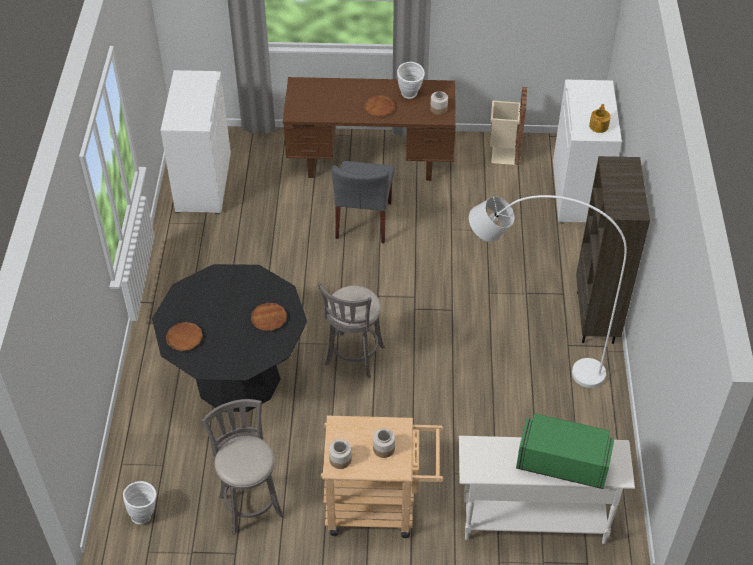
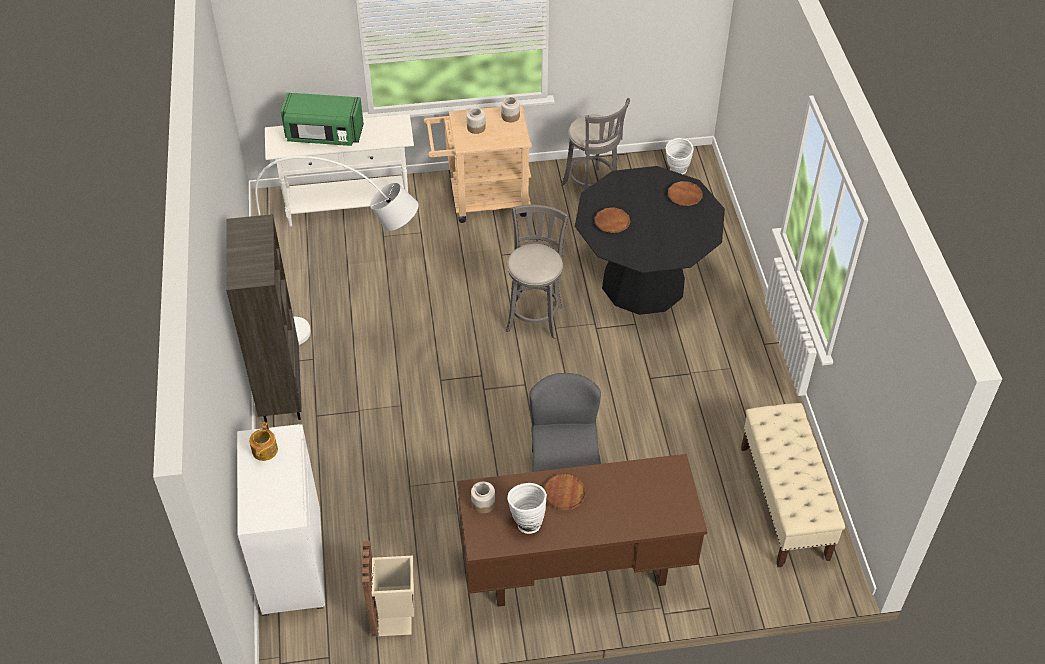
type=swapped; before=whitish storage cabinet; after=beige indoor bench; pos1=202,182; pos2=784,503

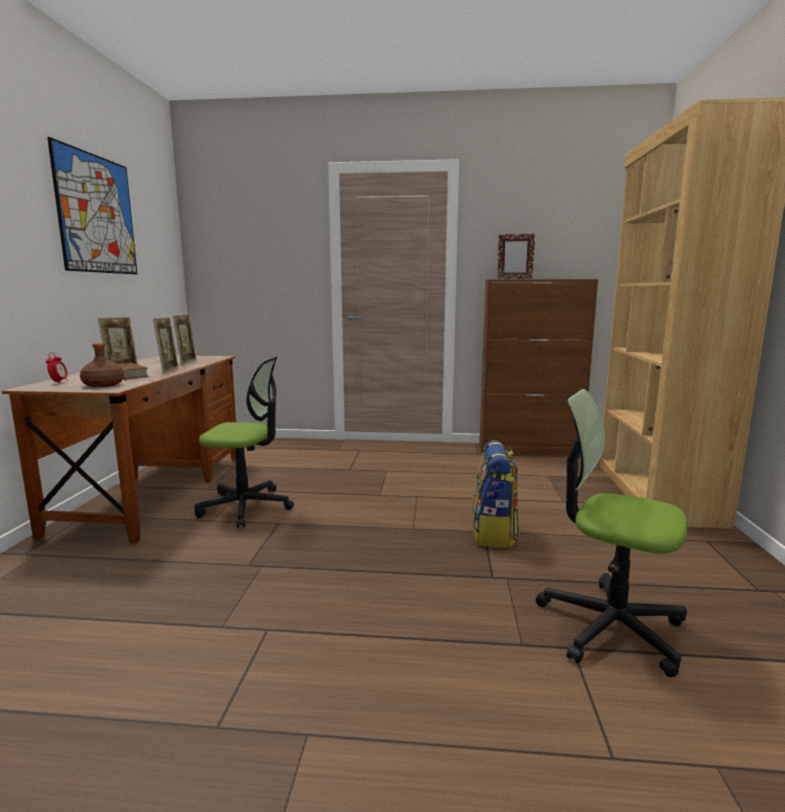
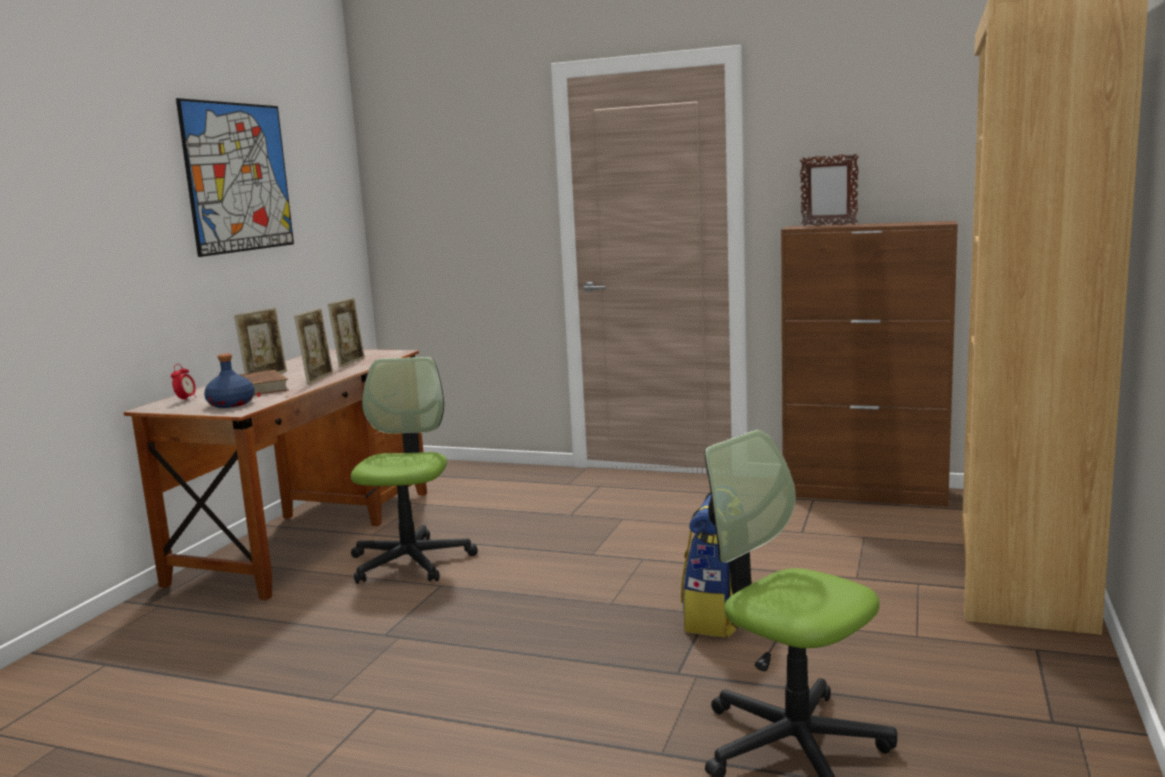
type=repainted; before=brown-coloured beverage bottle; after=blue-coloured beverage bottle; pos1=103,385; pos2=230,404
type=rotated; before=desk chair; pos1=246,507; pos2=410,561; turn=-105

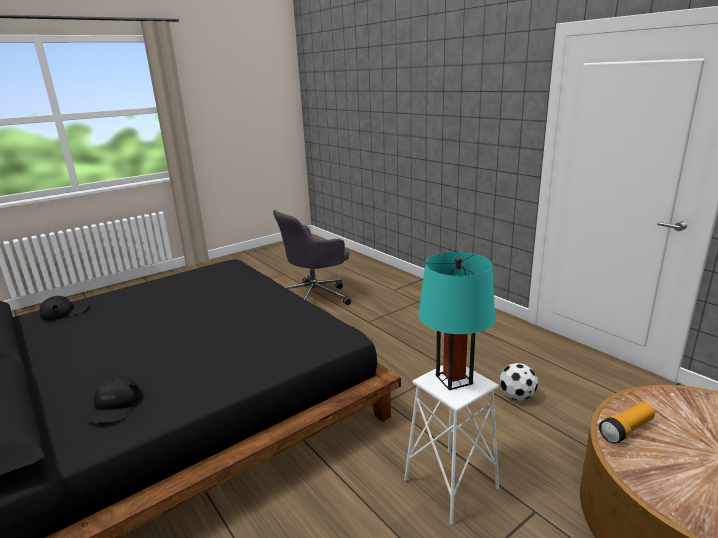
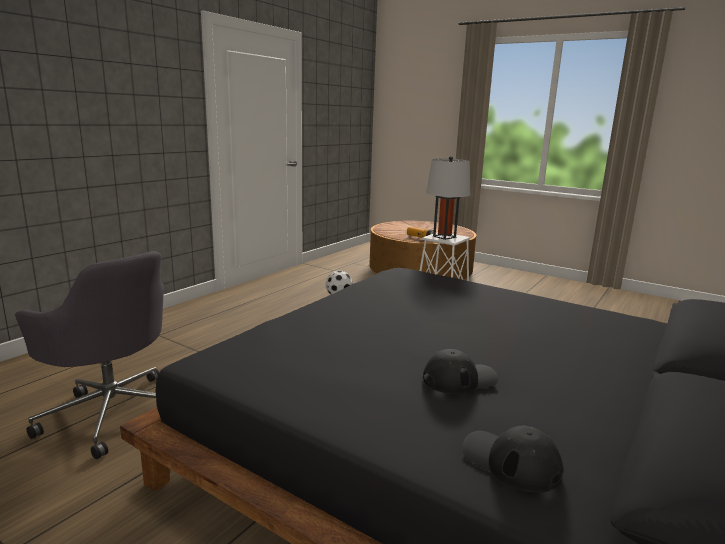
type=shifted; before=black baseball cap; pos1=115,405; pos2=459,379
type=repainted; before=turquoise lamp for a table; after=gray lamp for a table; pos1=453,379; pos2=444,237

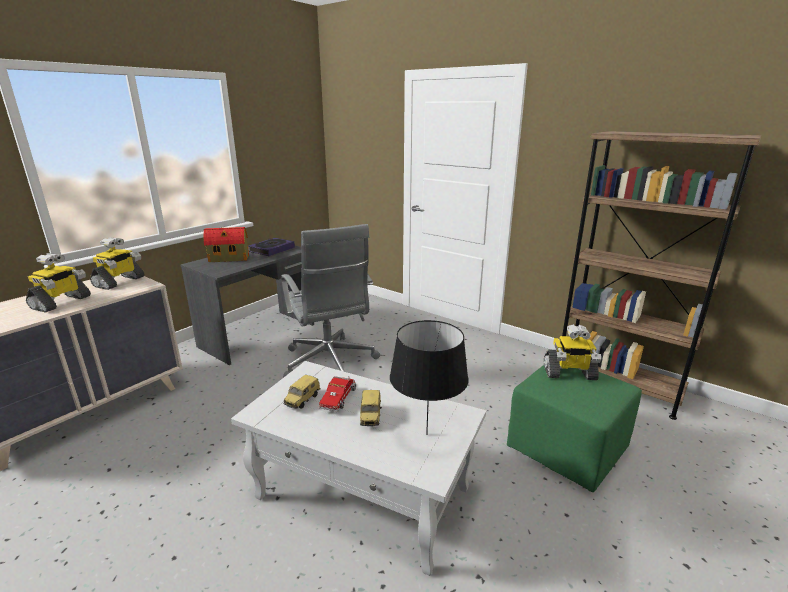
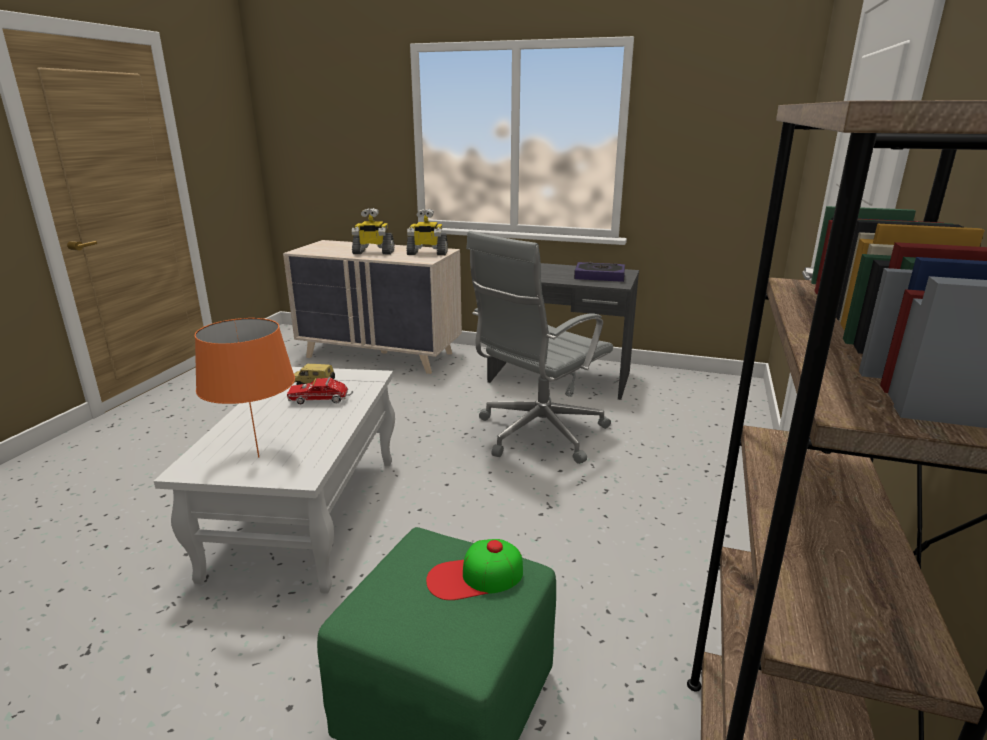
type=repainted; before=black lamp for a table; after=orangey lamp for a table; pos1=426,434; pos2=259,457
type=swapped; before=robot figure; after=baseball cap; pos1=569,373; pos2=475,577
type=gone; before=toy house; pos1=230,258
type=gone; before=model car; pos1=371,417

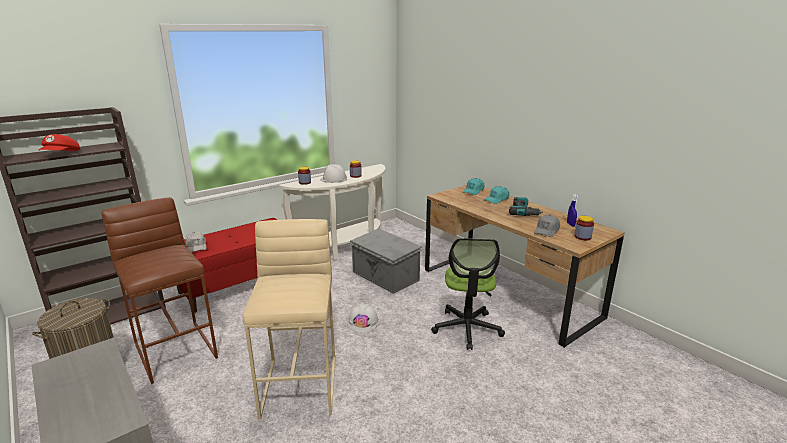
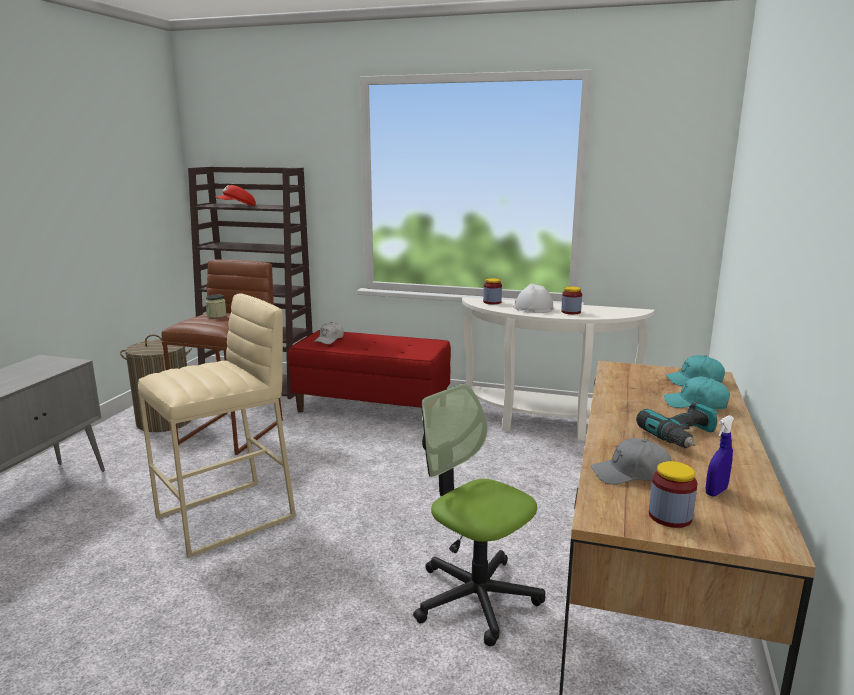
type=new; after=preserve jar; pos2=216,315
type=rotated; before=desk chair; pos1=467,328; pos2=475,597; turn=75
type=gone; before=whitish safety helmet; pos1=363,322
type=gone; before=gray storage bin; pos1=385,276

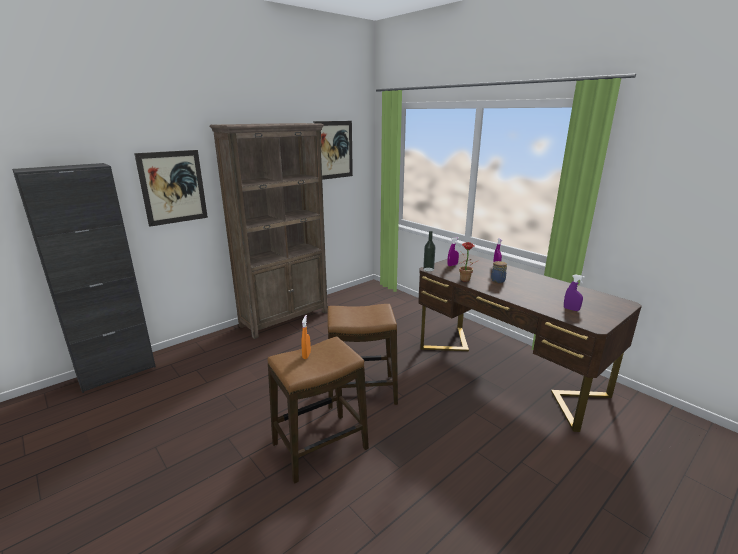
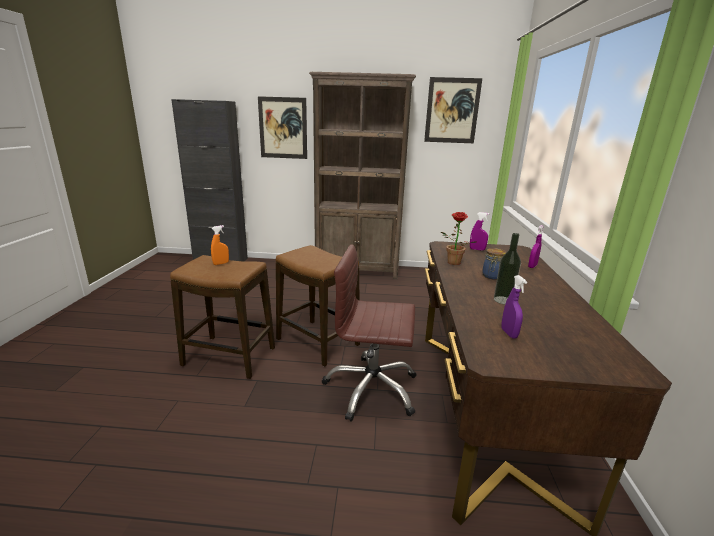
type=new; after=brown-coloured desk chair; pos2=371,389
type=shifted; before=beverage bottle; pos1=428,269; pos2=503,300

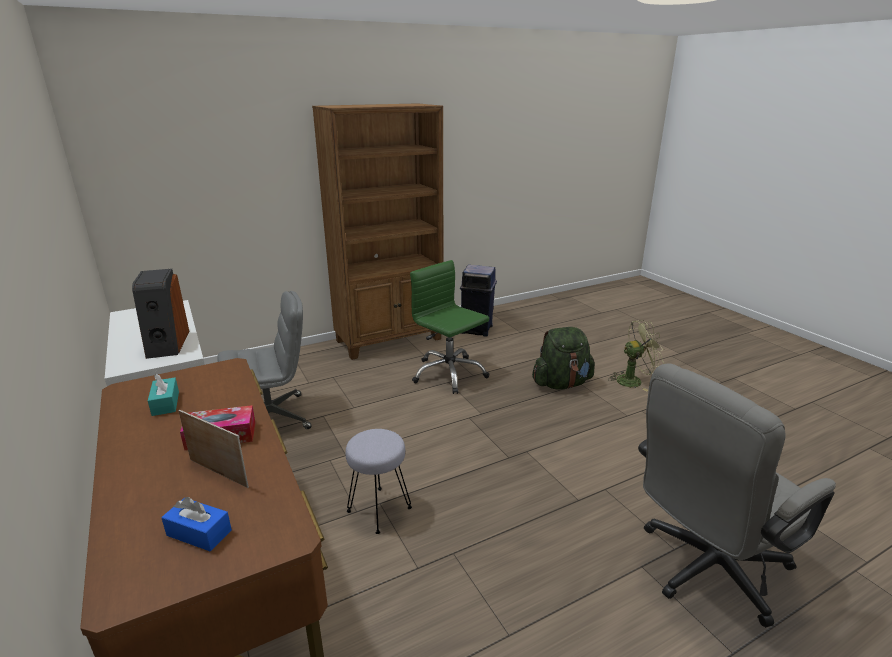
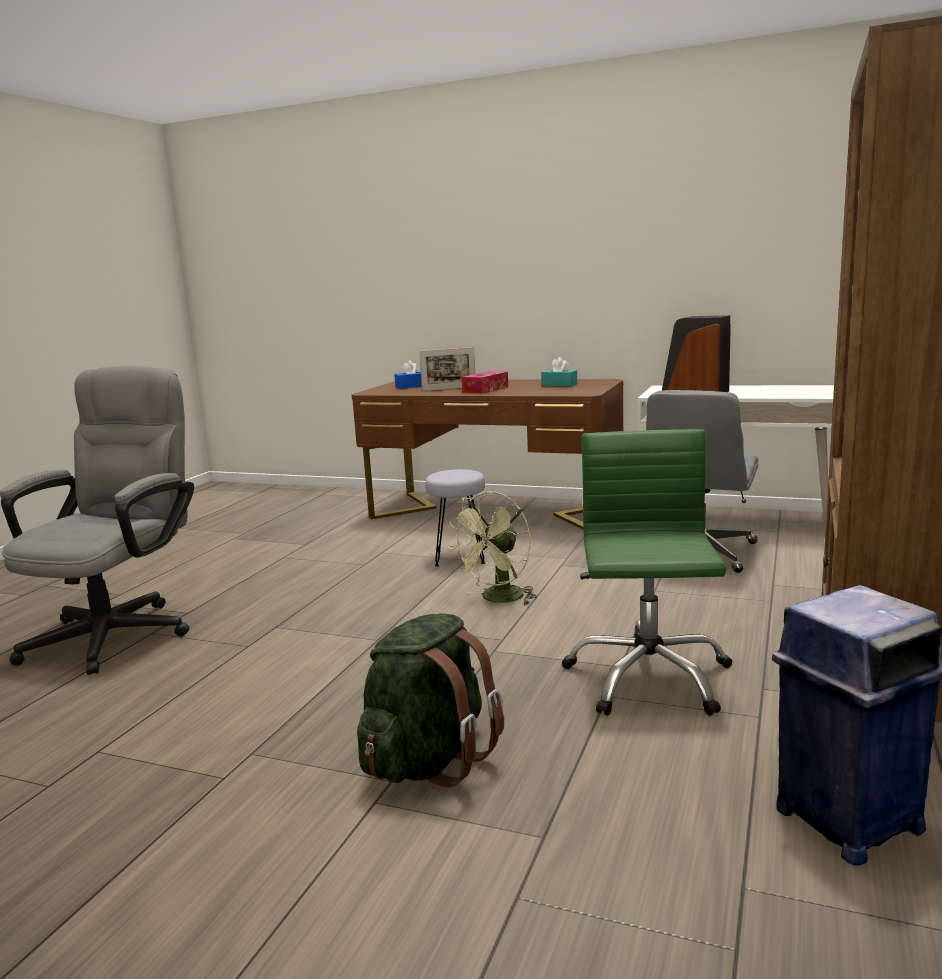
type=shifted; before=greenish cooling fan; pos1=633,380; pos2=498,599
type=rotated; before=greenish desk chair; pos1=448,374; pos2=647,678; turn=-90

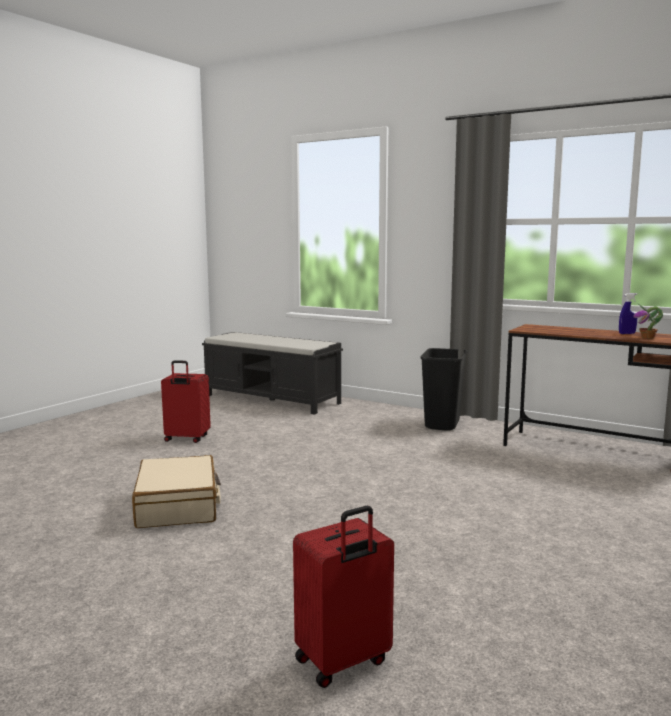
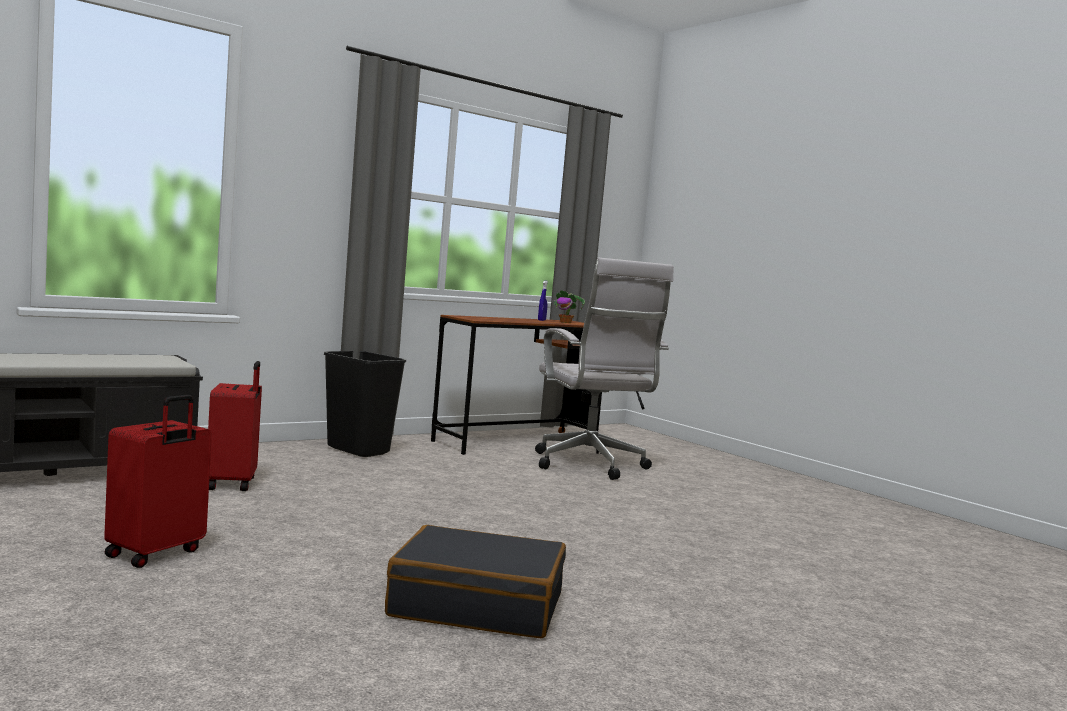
type=shifted; before=red-coloured travel case; pos1=343,662; pos2=233,483
type=repainted; before=beige travel case; after=black travel case; pos1=178,506; pos2=477,605
type=new; after=whitish desk chair; pos2=590,466

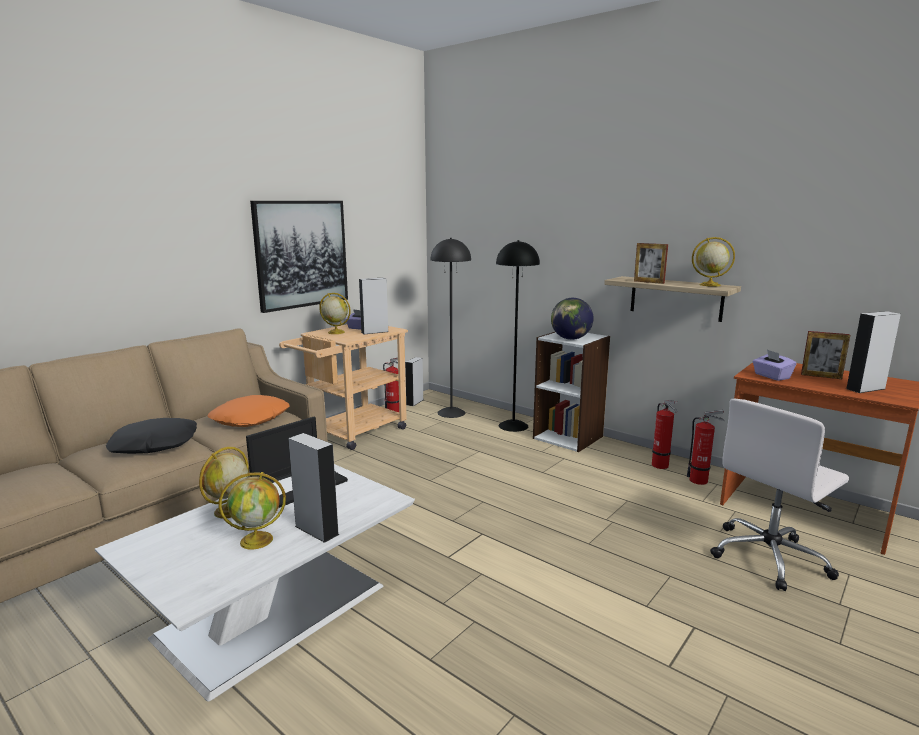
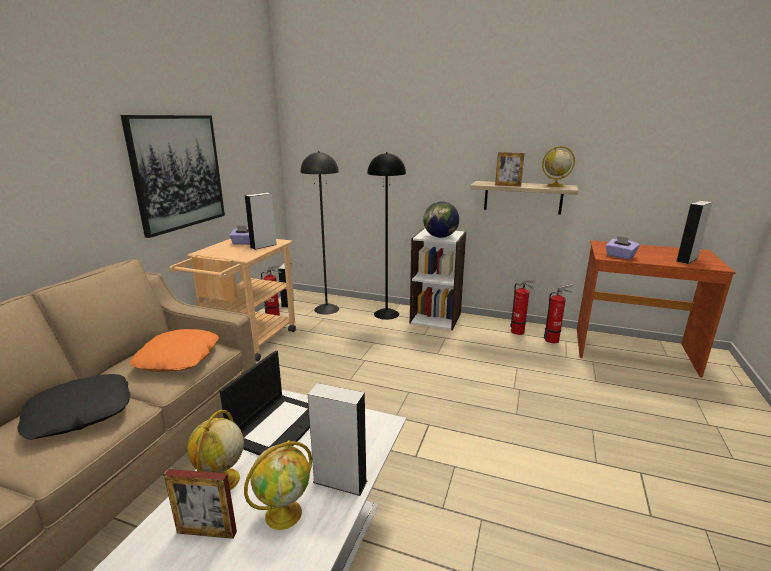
type=shifted; before=picture frame; pos1=821,376; pos2=207,532
type=gone; before=world globe; pos1=335,332
type=gone; before=whitish desk chair; pos1=769,557

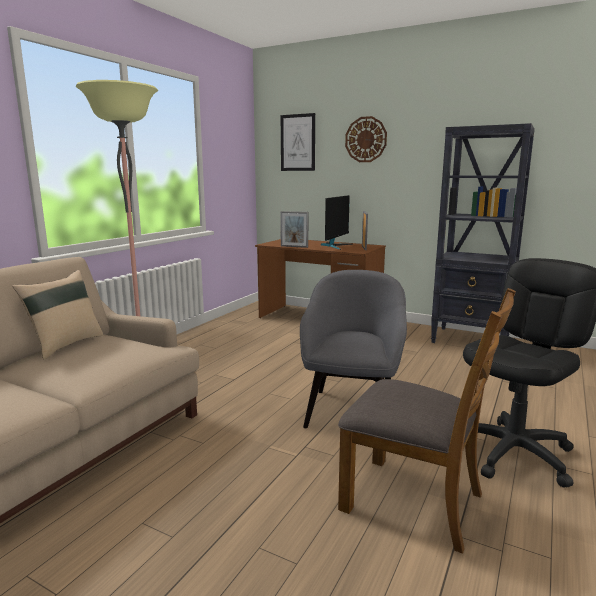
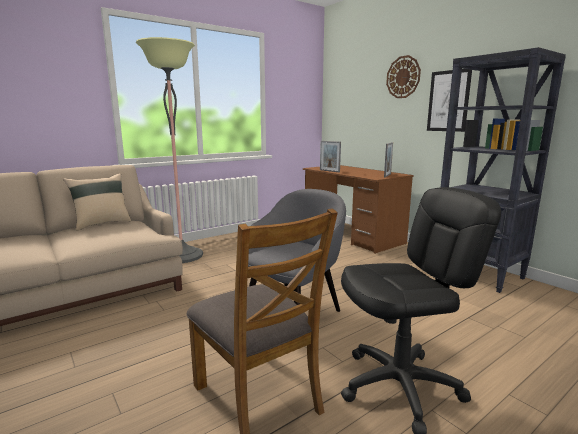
type=shifted; before=wall art; pos1=297,142; pos2=448,101
type=gone; before=computer display; pos1=335,246

